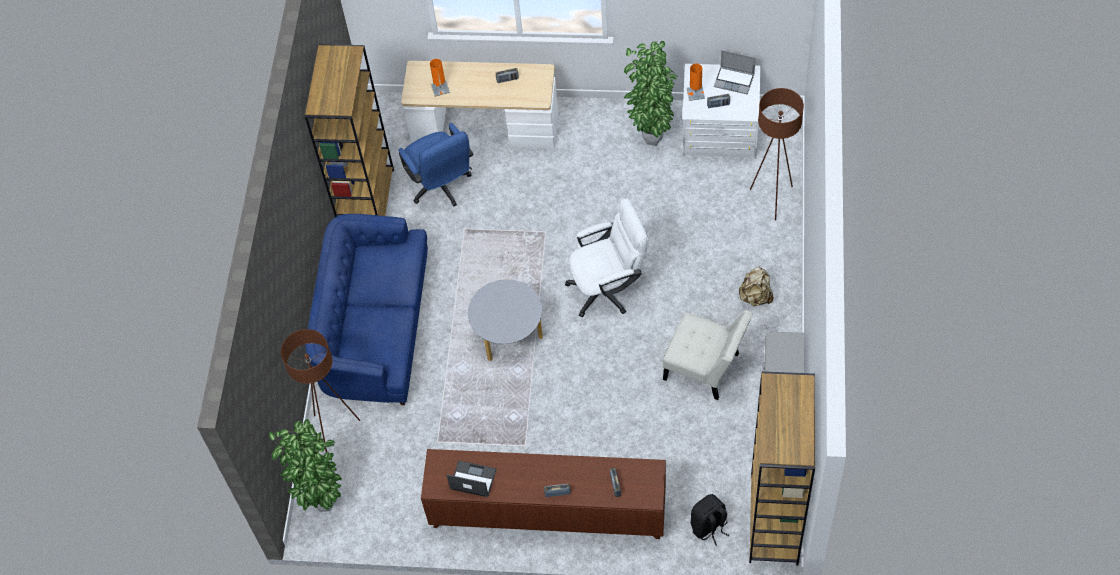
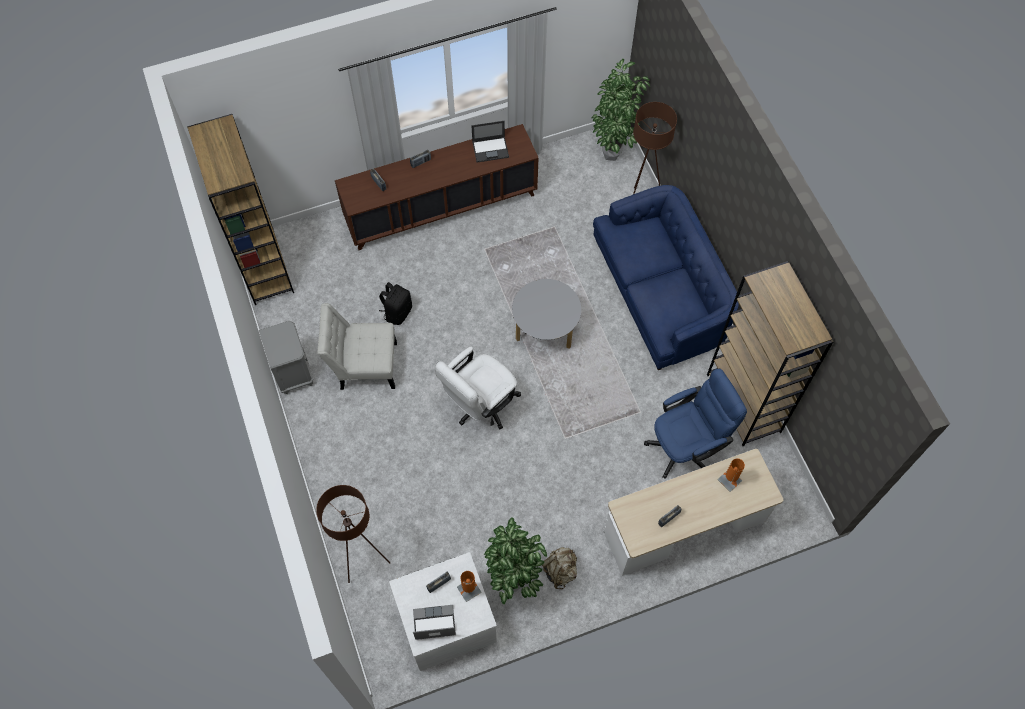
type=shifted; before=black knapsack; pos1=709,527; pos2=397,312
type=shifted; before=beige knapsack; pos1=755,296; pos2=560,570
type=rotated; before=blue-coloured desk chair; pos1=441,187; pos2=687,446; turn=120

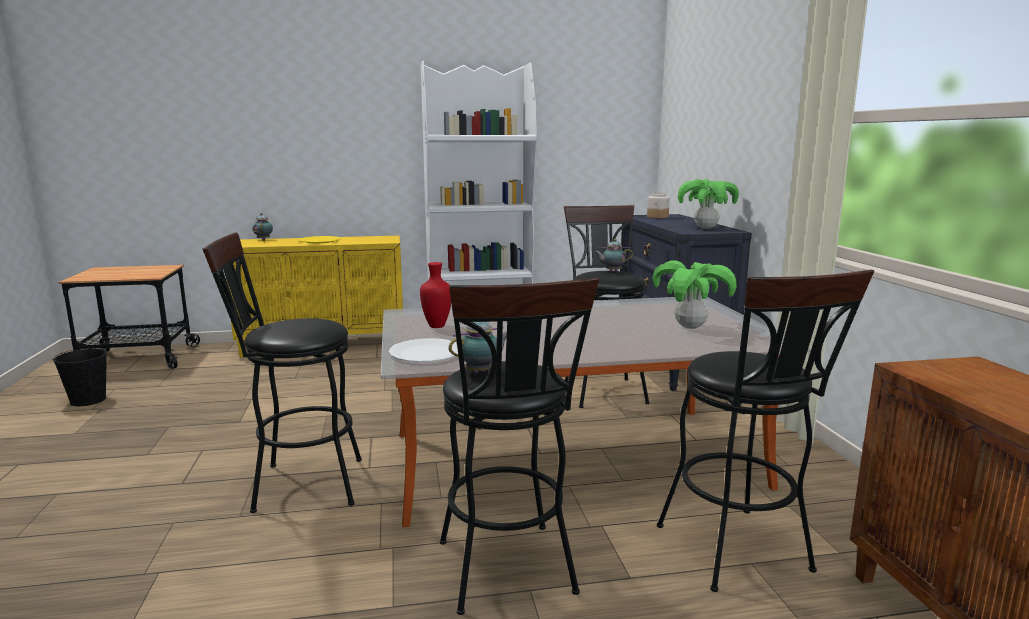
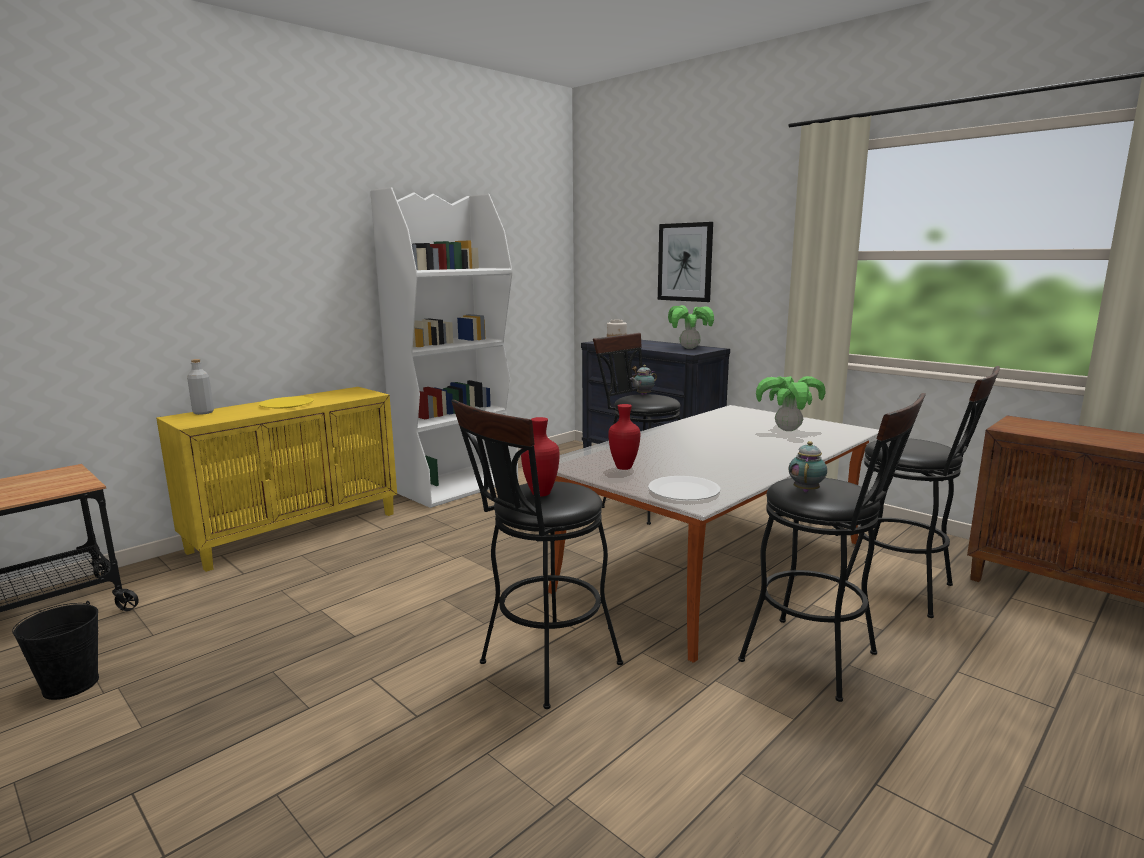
type=swapped; before=tea pot; after=gray beverage bottle; pos1=264,240; pos2=203,412
type=new; after=red-coloured decorative vase; pos2=540,493
type=new; after=wall art; pos2=685,262

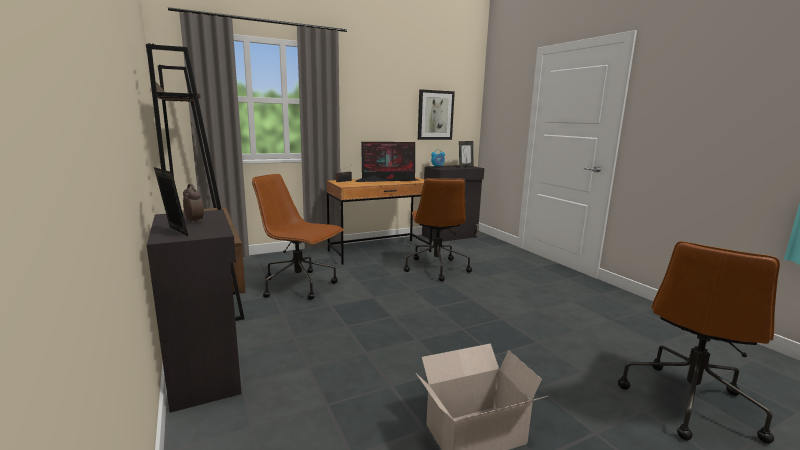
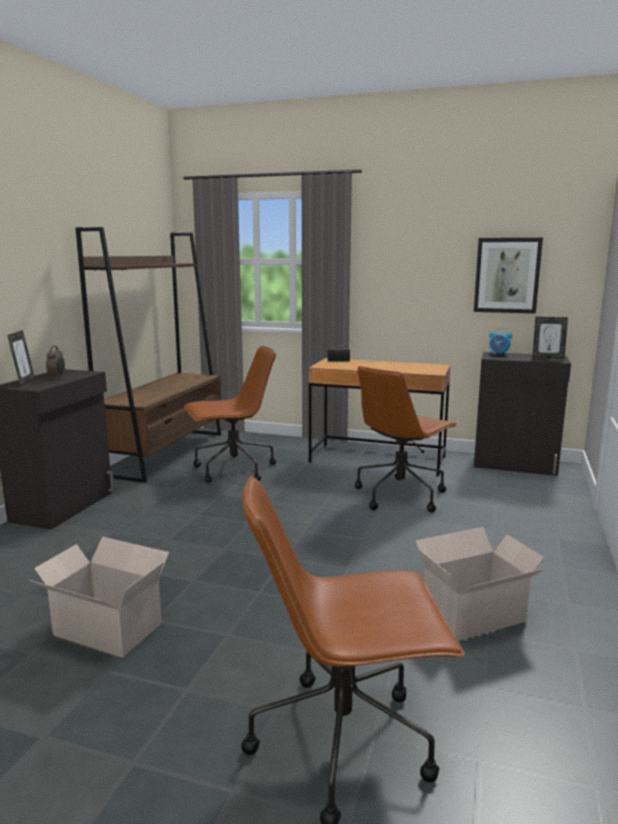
type=rotated; before=brown-coloured desk chair; pos1=299,286; pos2=233,470; turn=90
type=new; after=carton; pos2=476,615
type=gone; before=computer display; pos1=389,180

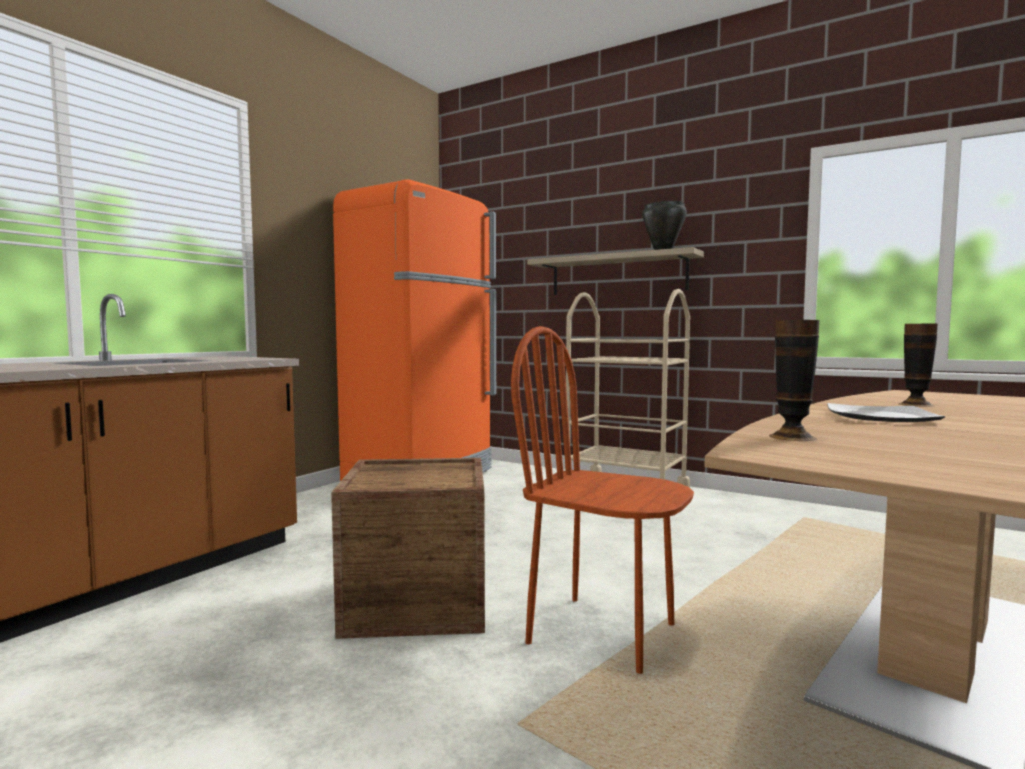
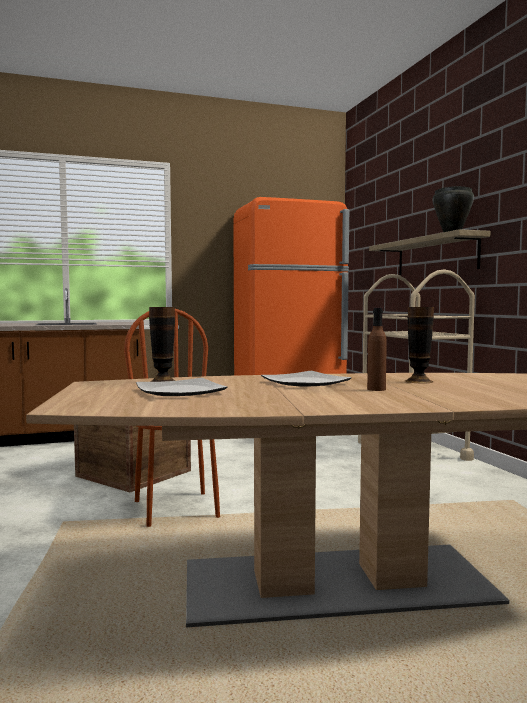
type=new; after=flat dish; pos2=179,391
type=new; after=brown-coloured beverage bottle; pos2=376,389

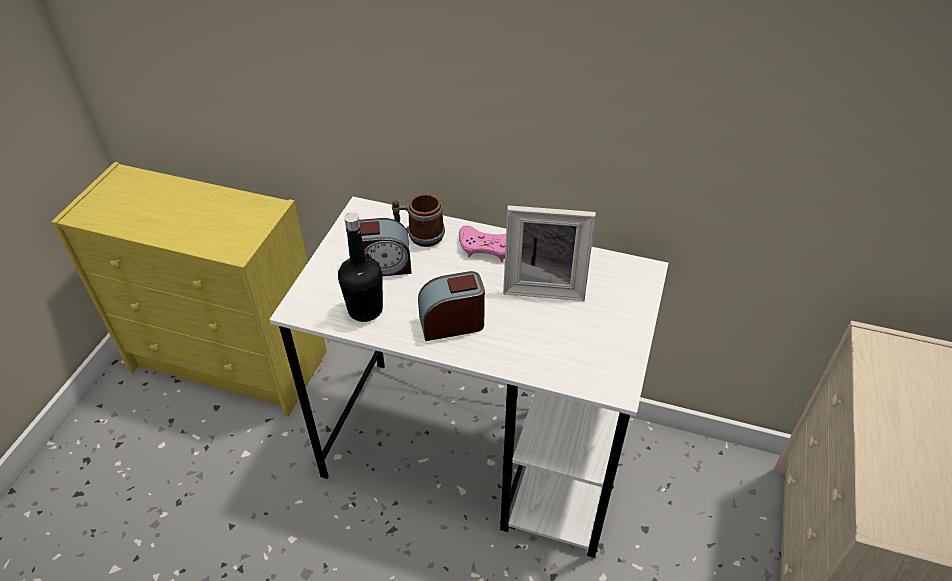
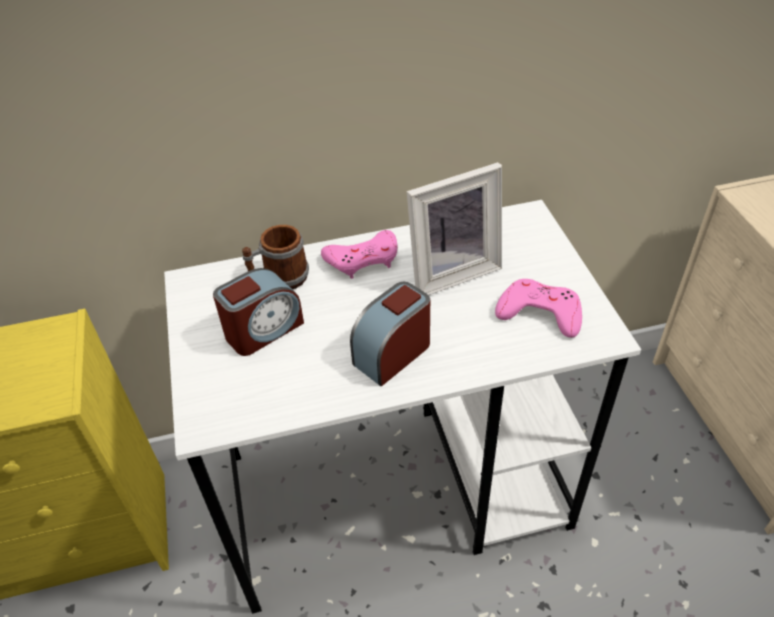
type=new; after=pink-coloured gamepad; pos2=539,312
type=gone; before=black beverage bottle; pos1=365,310

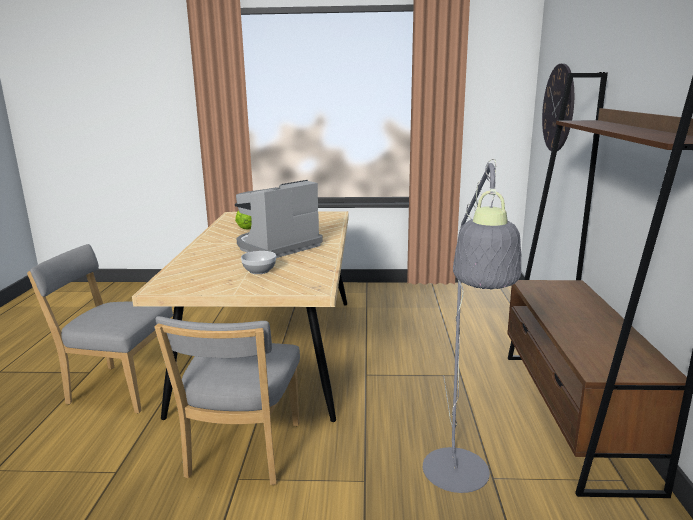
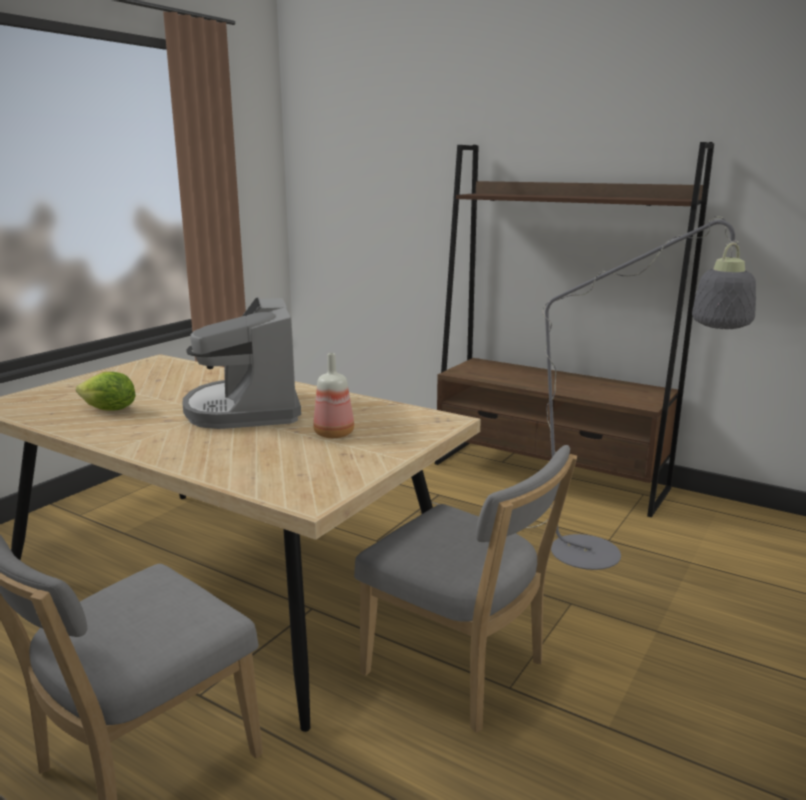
type=swapped; before=bowl; after=beverage bottle; pos1=260,270; pos2=334,433
type=gone; before=hanging clock; pos1=558,108

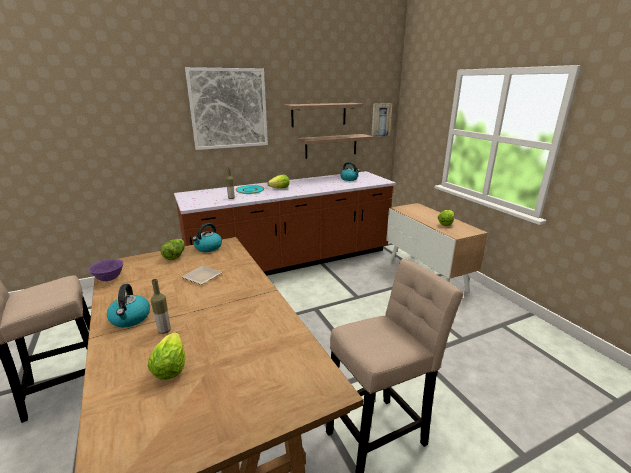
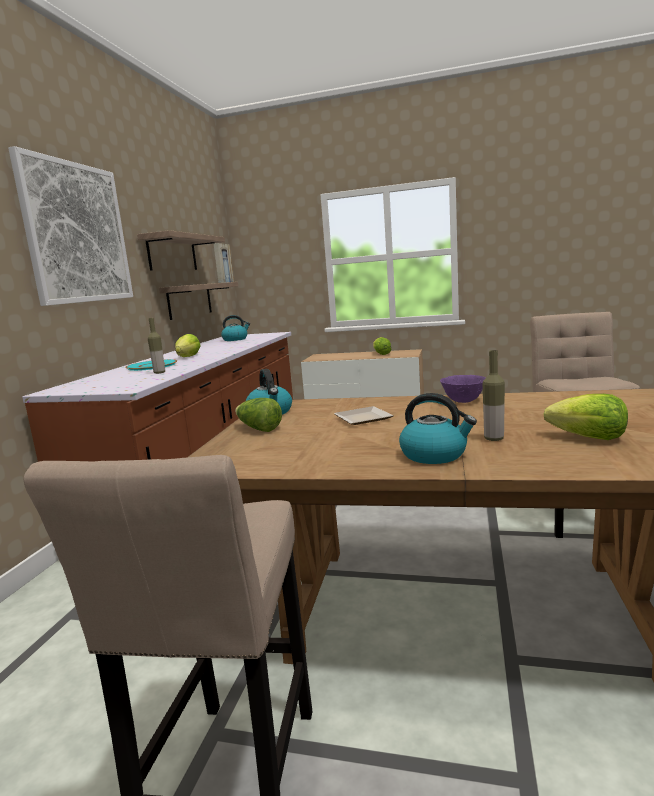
type=shifted; before=purple bowl; pos1=109,279; pos2=464,401

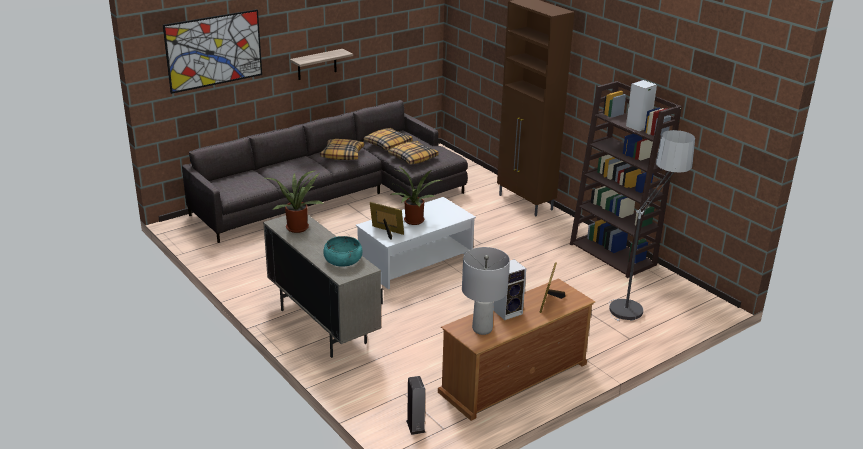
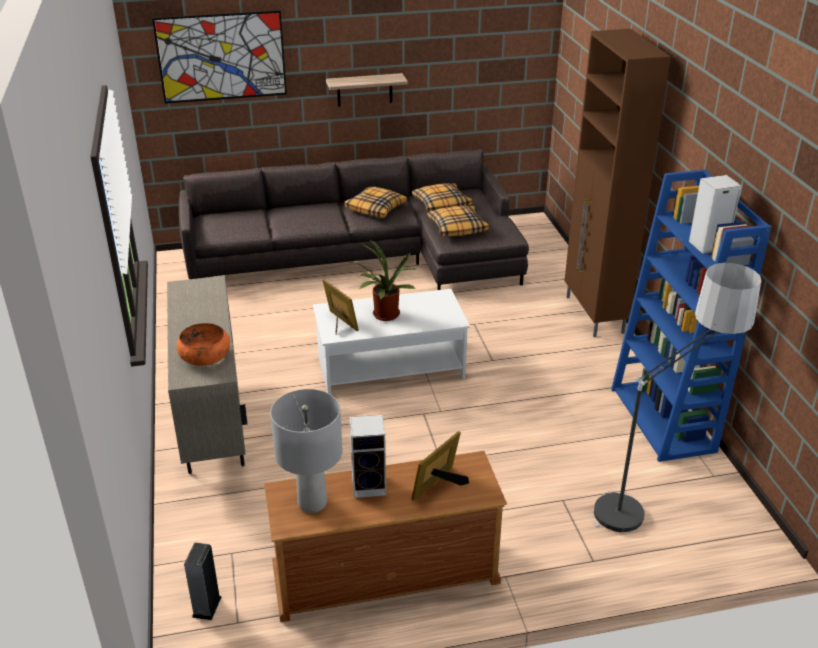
type=repainted; before=turquoise bowl; after=orangey bowl; pos1=343,260; pos2=205,356
type=repainted; before=brown-coloured bookcase; after=blue-coloured bookcase; pos1=613,254; pos2=663,420
type=gone; before=plant in a pot; pos1=297,227

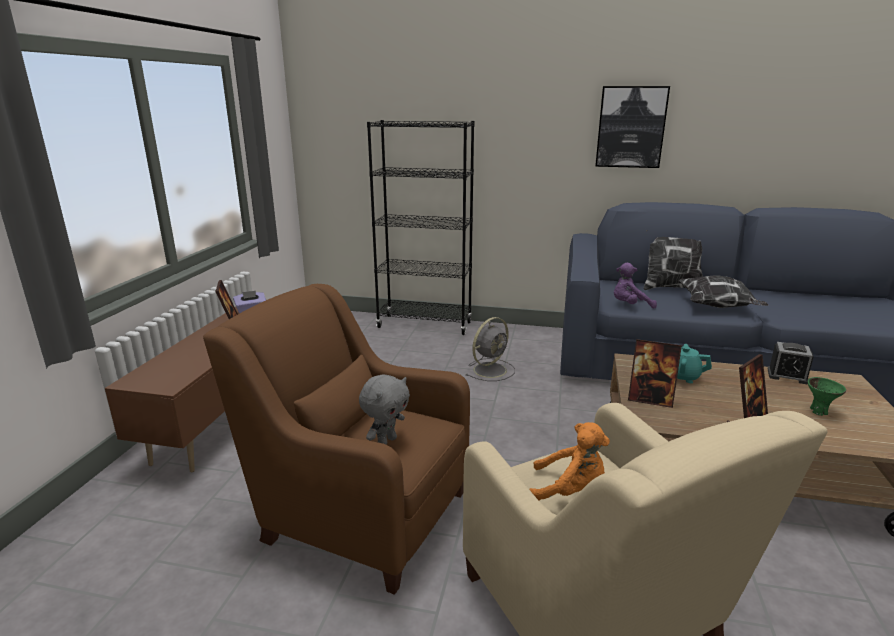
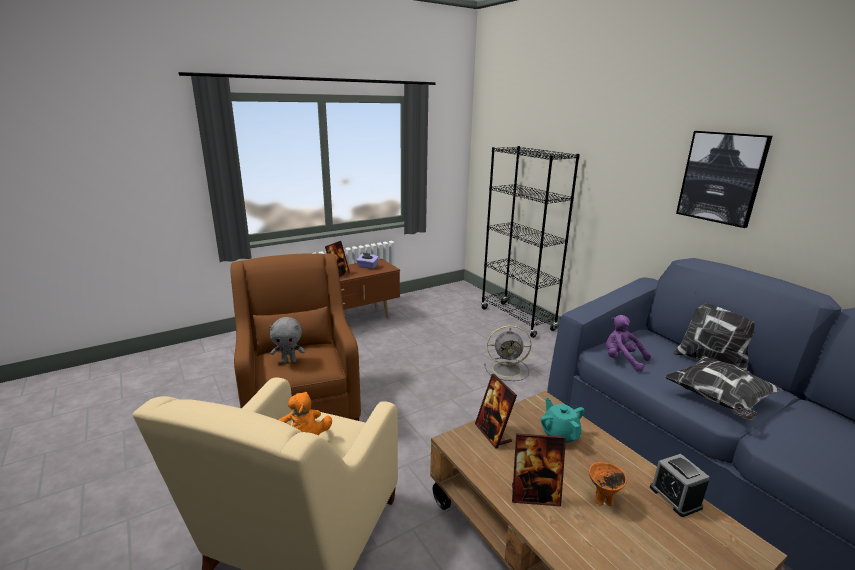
type=new; after=orangey bowl; pos2=603,500
type=gone; before=greenish bowl; pos1=818,411

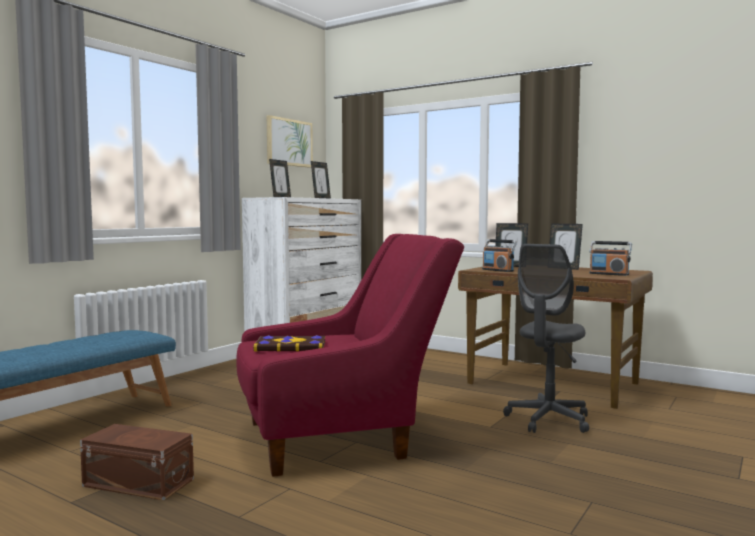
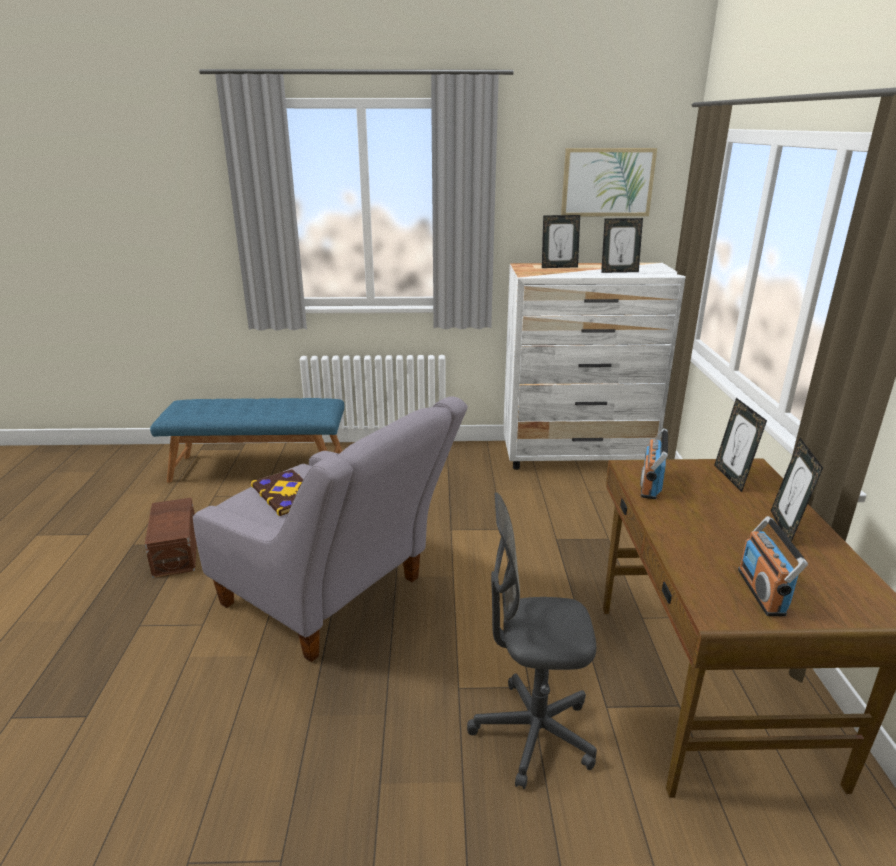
type=repainted; before=red-coloured easy chair; after=gray easy chair; pos1=341,437; pos2=334,598

